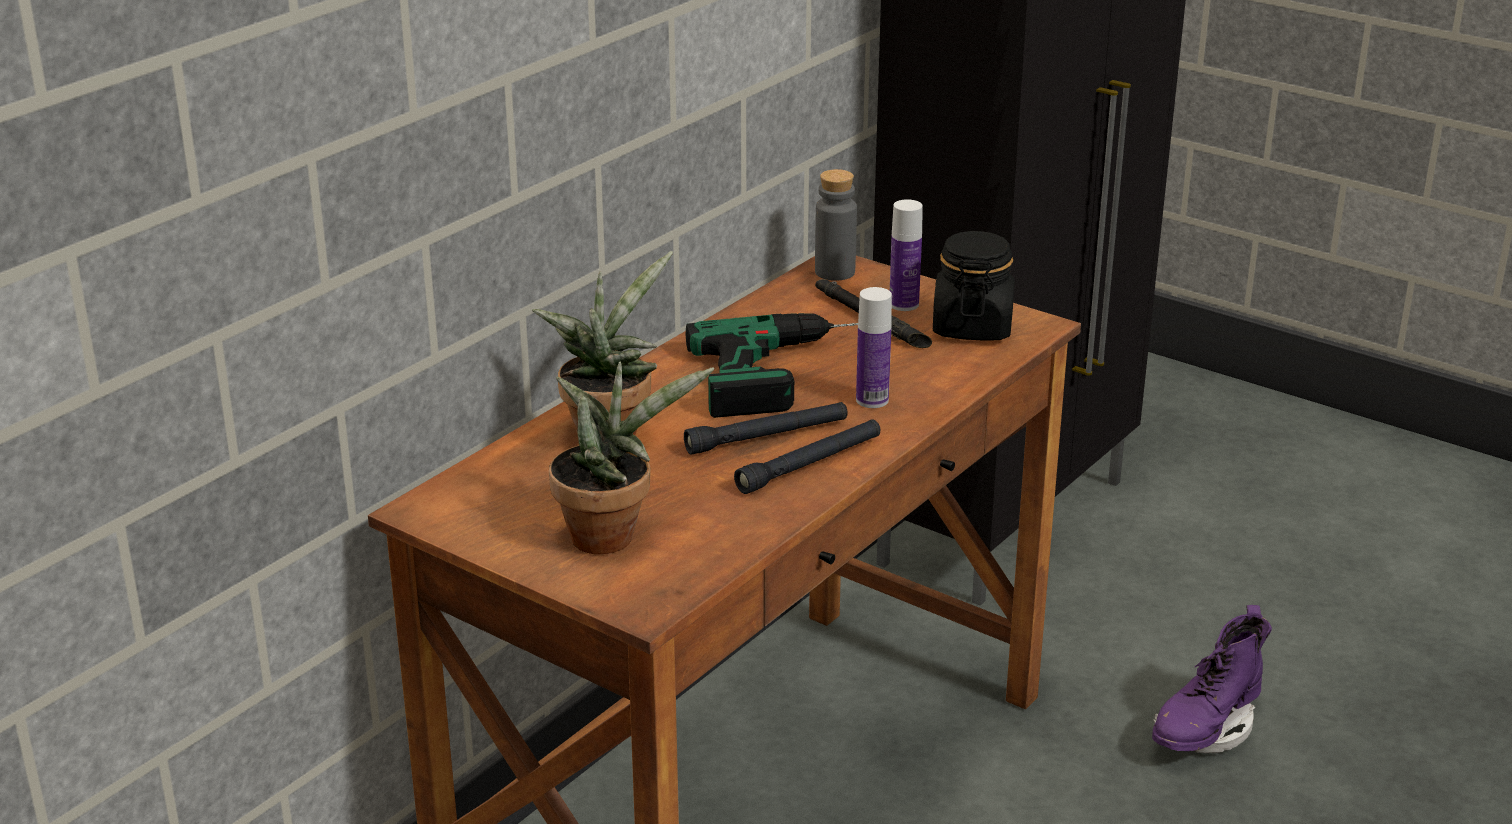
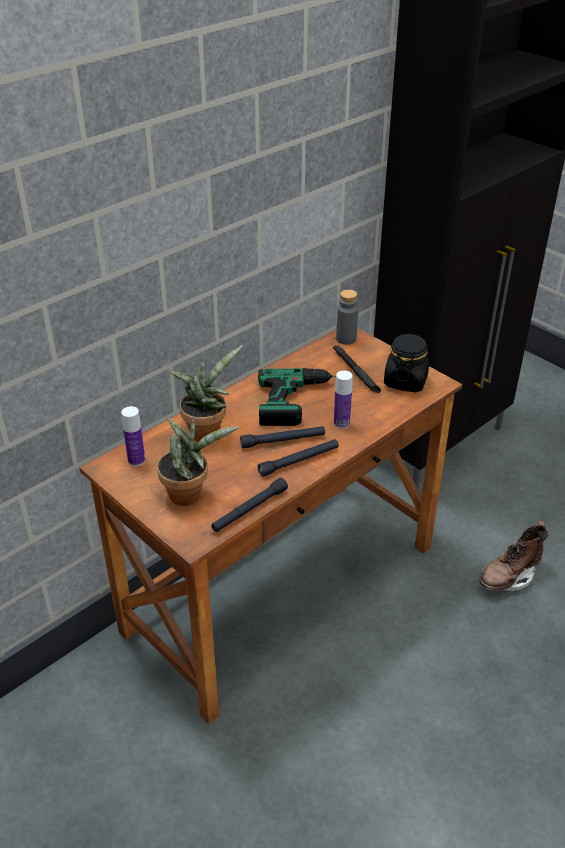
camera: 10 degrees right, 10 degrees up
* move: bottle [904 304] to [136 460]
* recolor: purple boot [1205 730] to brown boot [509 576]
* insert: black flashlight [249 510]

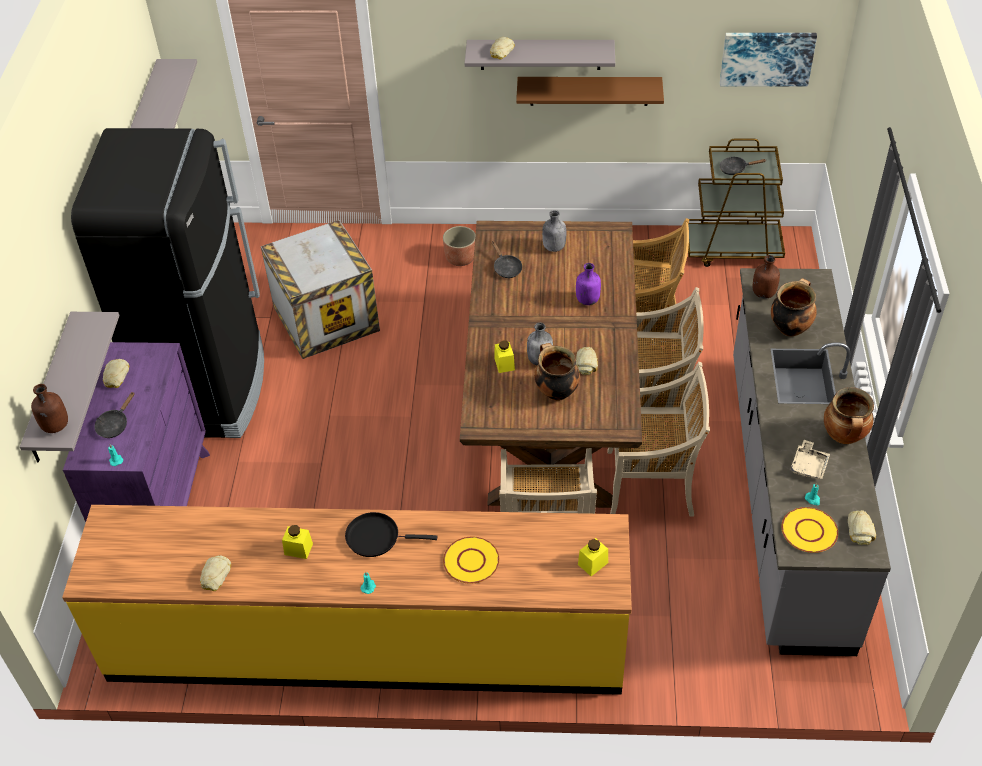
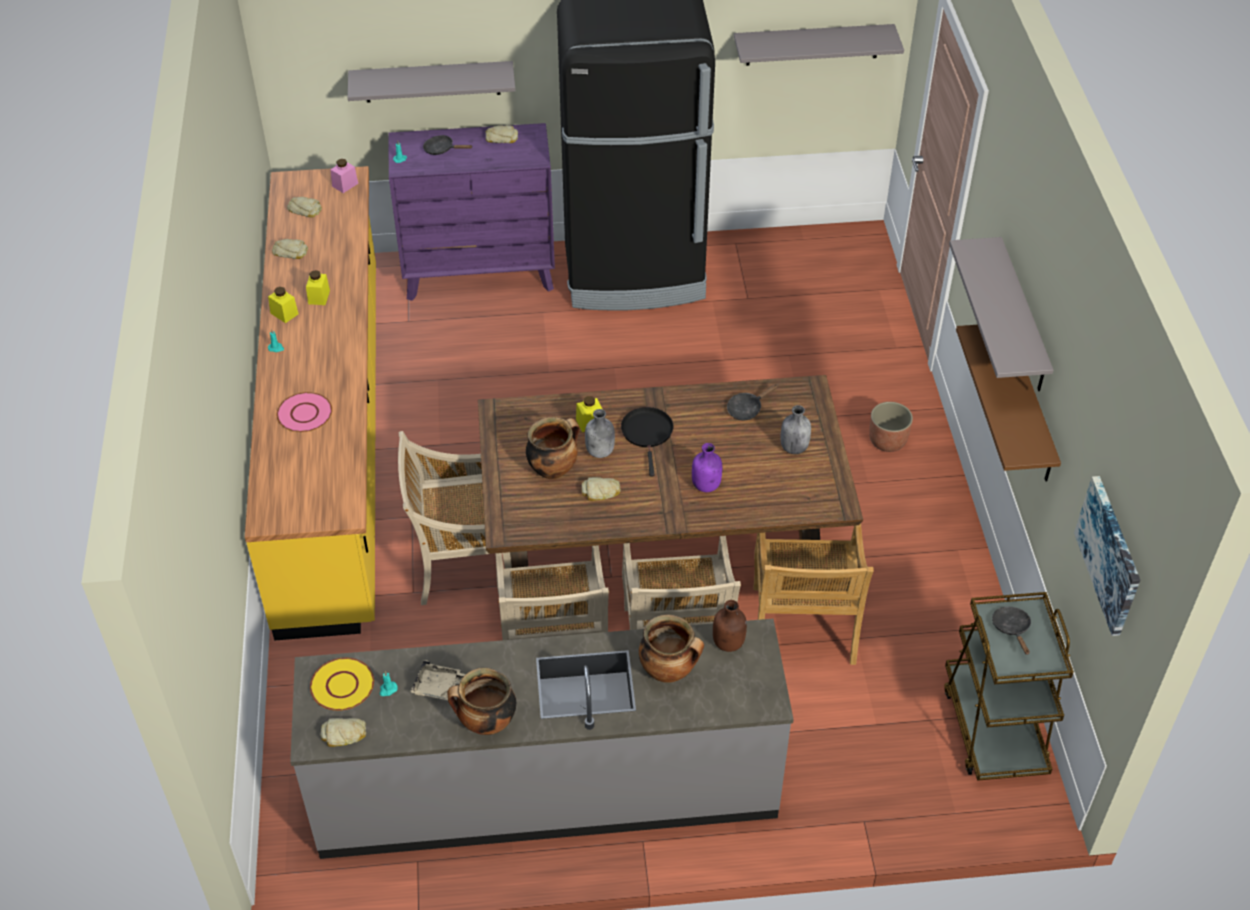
camera: 80 degrees right, 0 degrees up
* delete: brown bottle [55 426]
* delete: crate [327 318]
* move: black frying pan [376 537] to [647 433]
* recolor: yellow plate [471 560] to pink plate [305 413]
* move: bread [501 51] to [305 209]
* move: yellow jar [593 563] to [284 313]
* insert: pink jar [345 185]

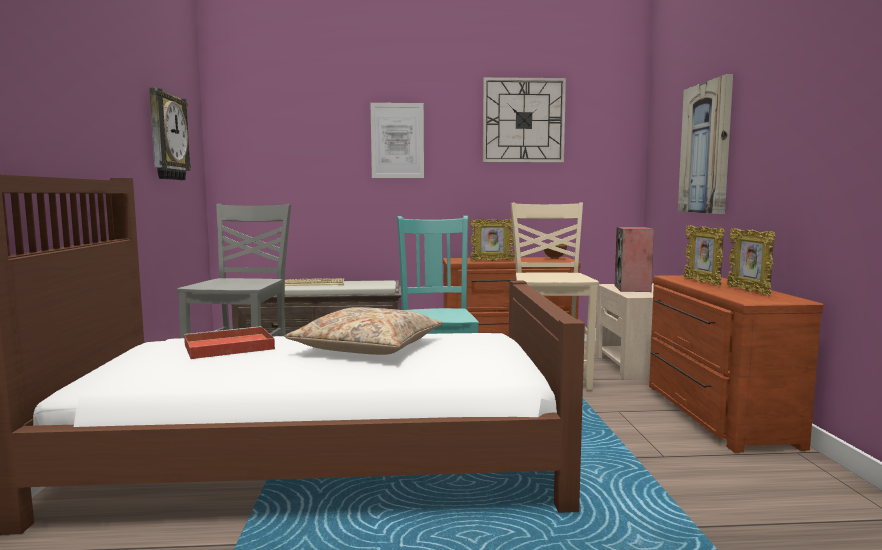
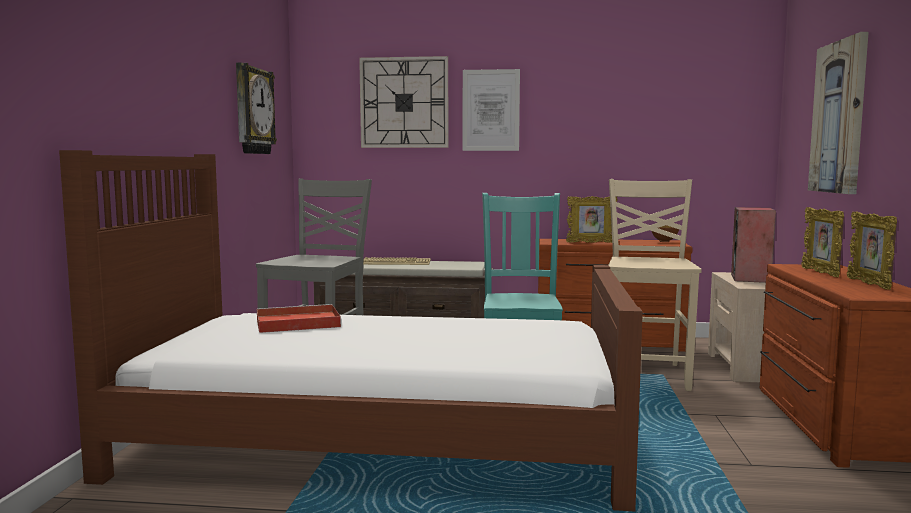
camera: 10 degrees right, 0 degrees up
* delete: beige pillow [368 347]
* move: wall clock [523 120] to [404 103]

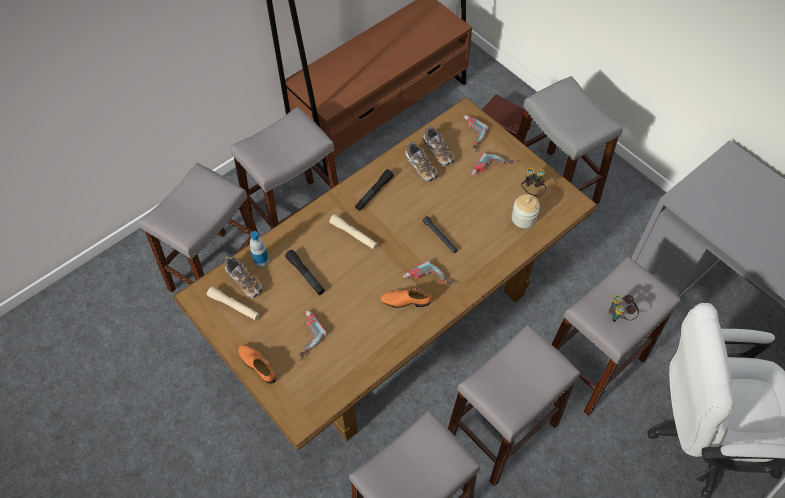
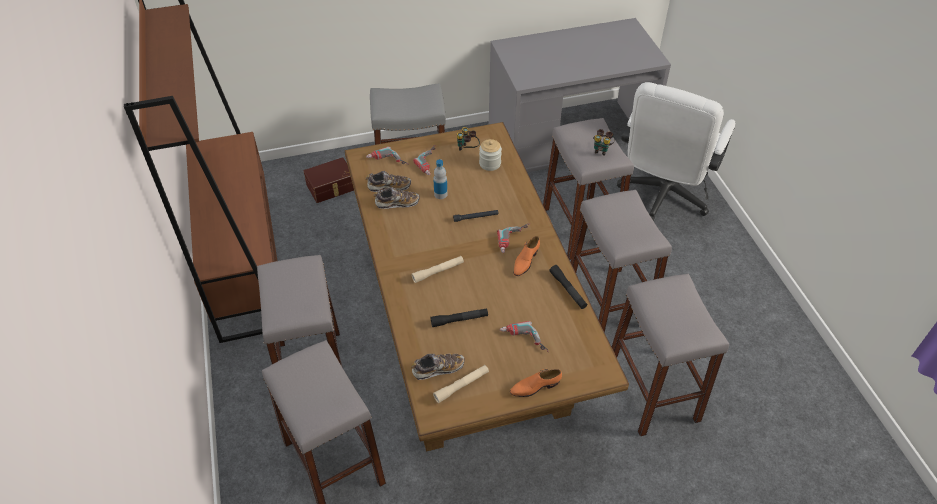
camera: 65 degrees left, 10 degrees down
* move: bottle [261 261] to [440 194]
* move: black flashlight [374 193] to [568 290]

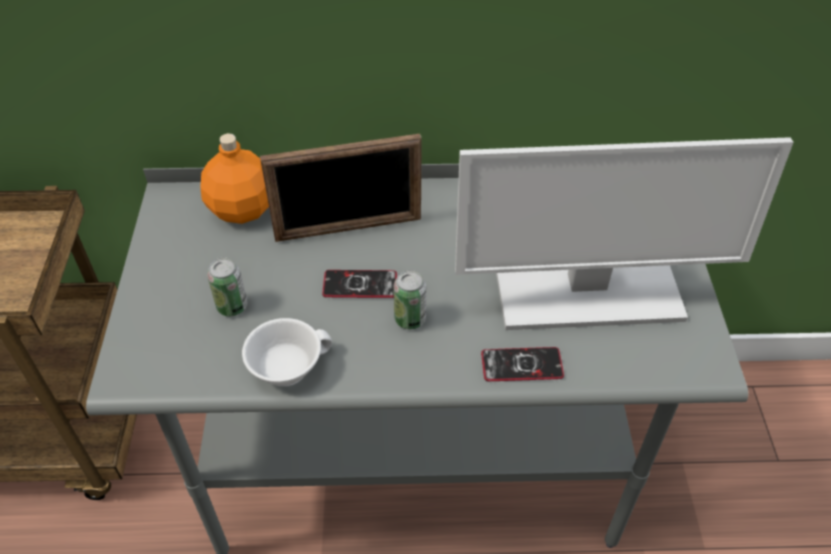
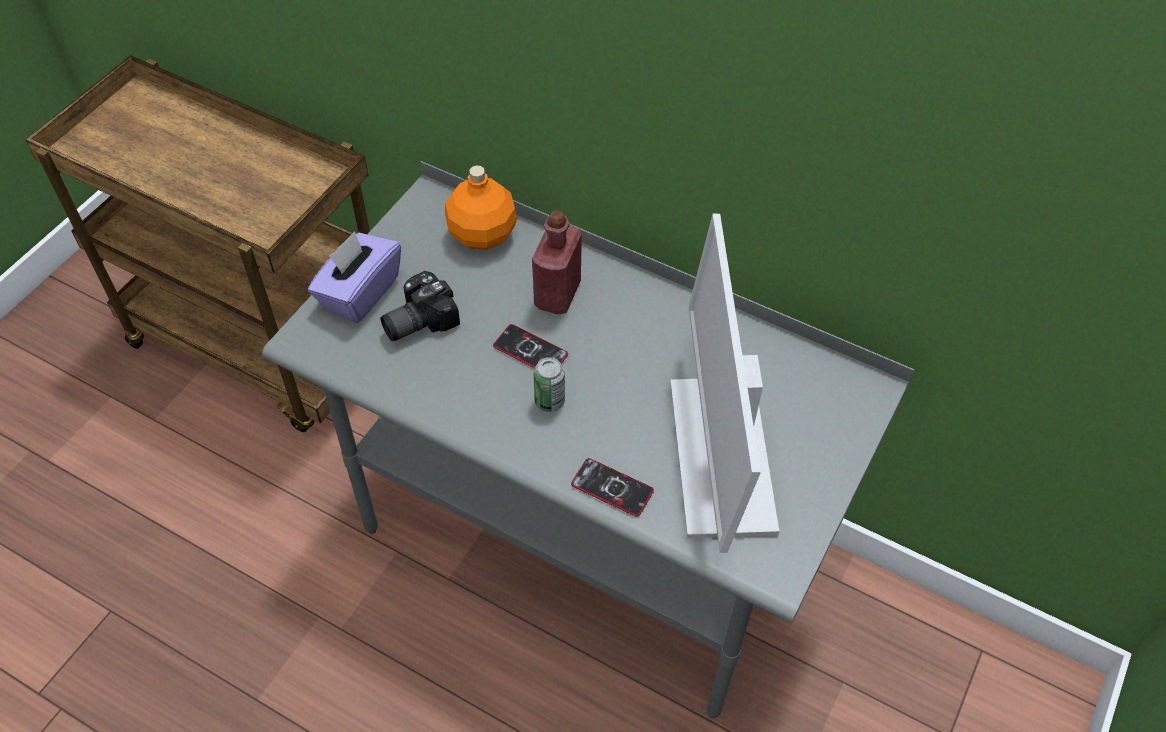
camera: 30 degrees right, 5 degrees up
* replace: can [232 306] to photo camera [416 320]
* delete: white cup [286 365]
* replace: picture frame [348 229] to red bottle [557 294]
* rotate: monitor [585 293] = [720 454] 60 degrees clockwise
* insert: purple tissue box [359 293]

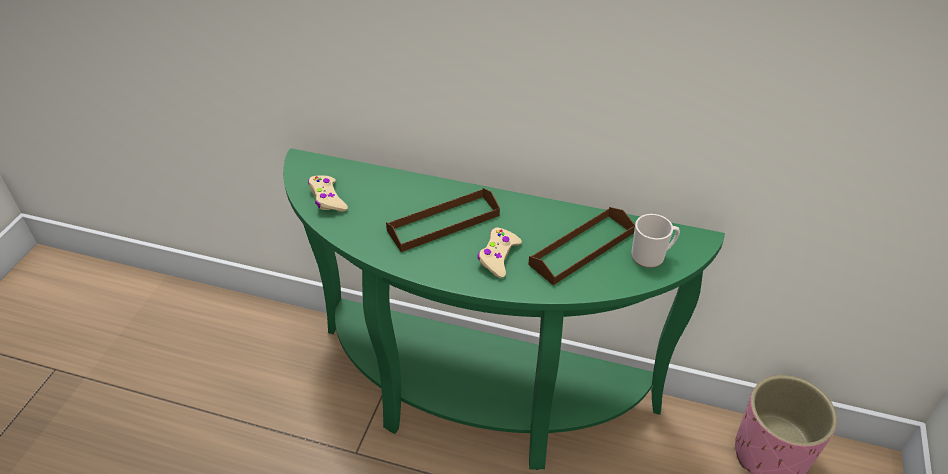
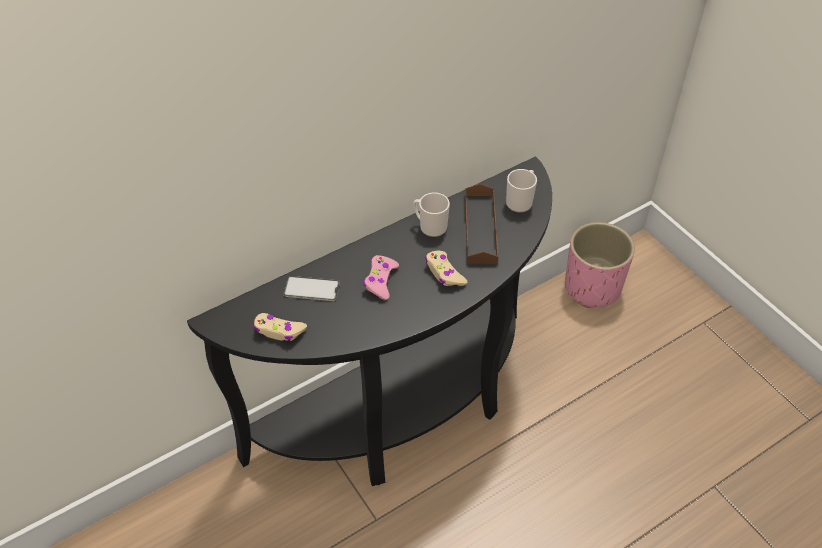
camera: 50 degrees left, 5 degrees up
* recolor: green console table [476 401] to black console table [406 412]
* replace: brown tray [443 223] to pink game controller [380 281]
* insert: phone [311 289]
* insert: mug [430 226]

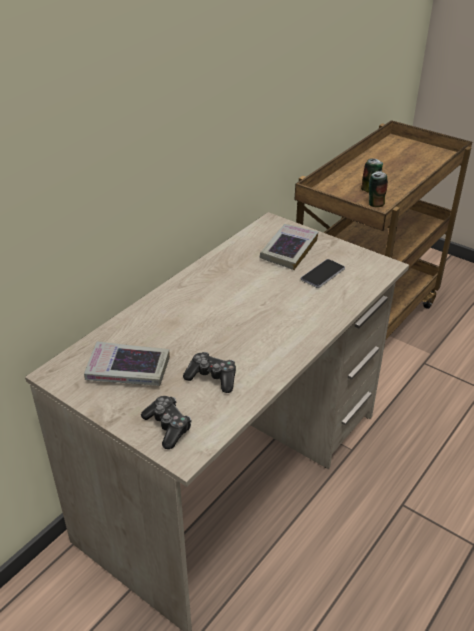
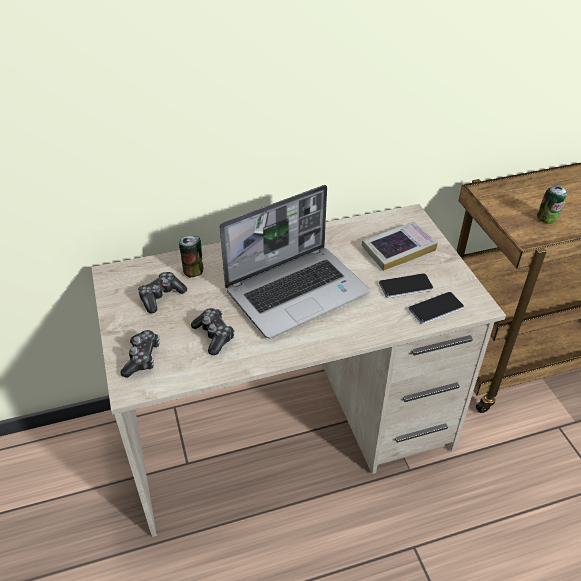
camera: 35 degrees right, 5 degrees up
* replace: book [128 370] to game controller [161 296]
* move: can [375 203] to [193 271]
* insert: laptop [297 291]
* insert: phone [435 308]

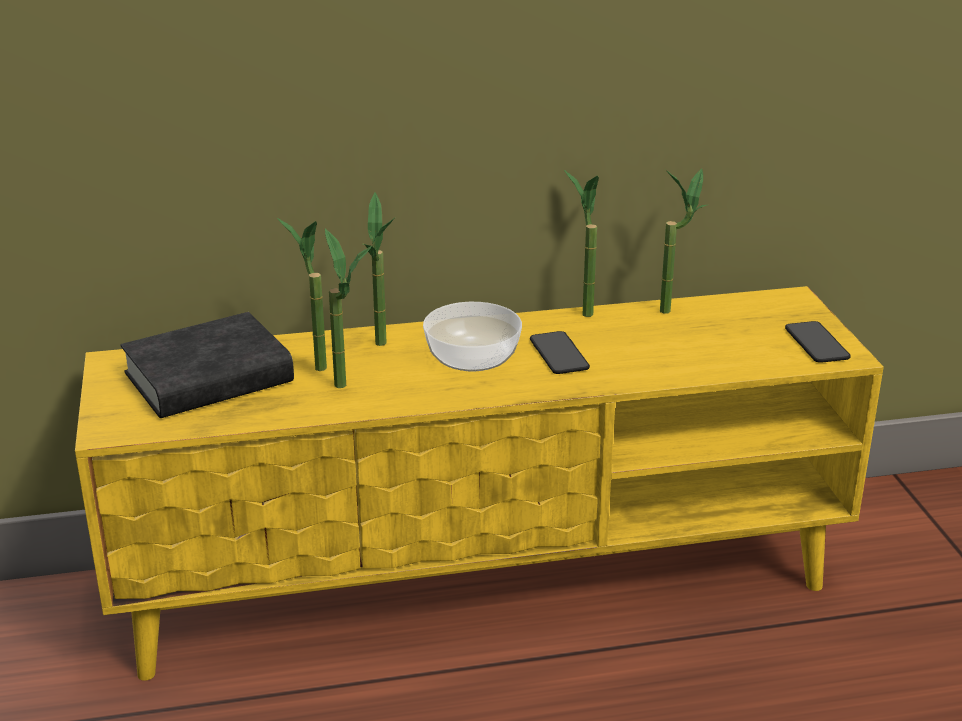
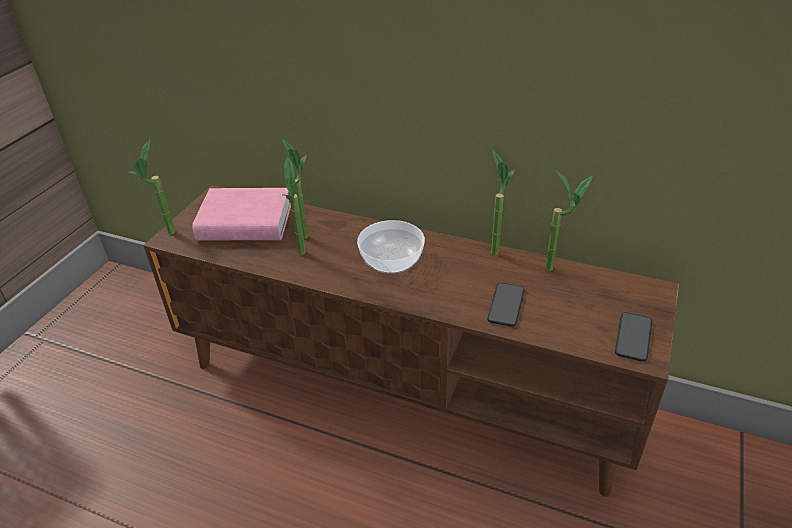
camera: 35 degrees right, 10 degrees up
* recolor: yellow tv stand [483 582] to brown tv stand [403 388]
* recolor: black book [209 378] to pink book [245 222]
* move: potted plant [384 348] to [167 236]
* move: phone [559 354] to [506 305]

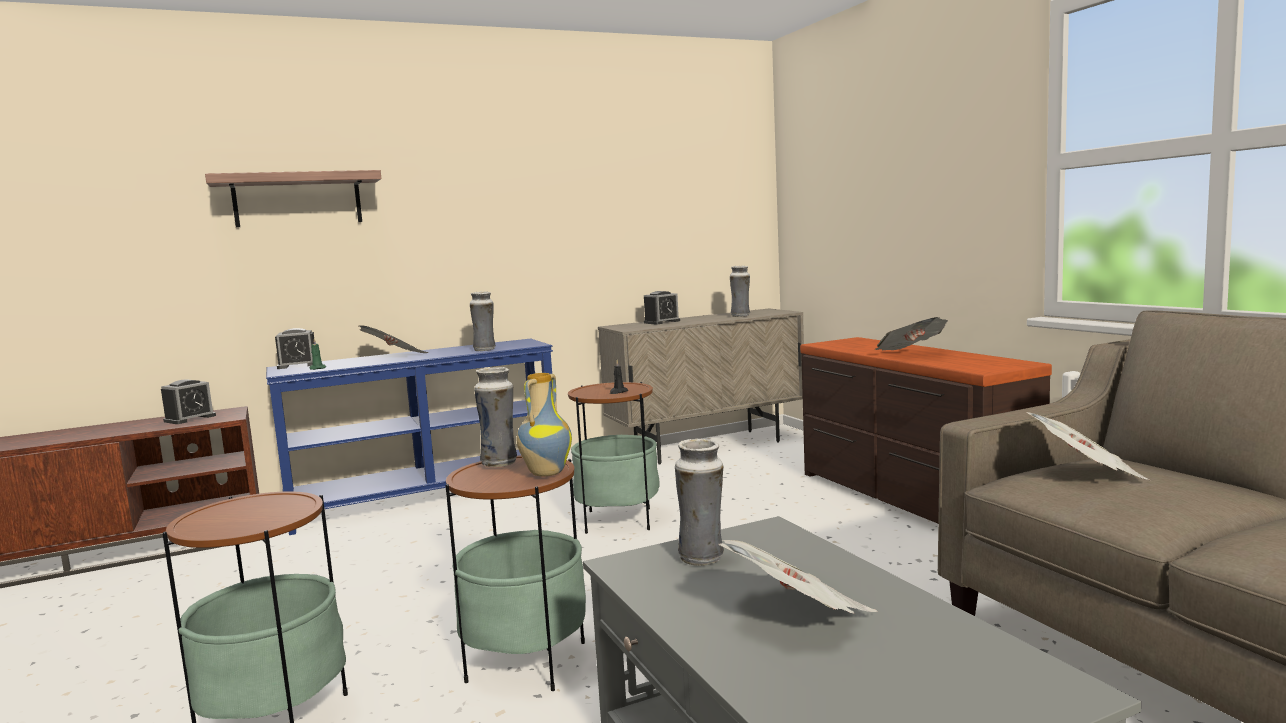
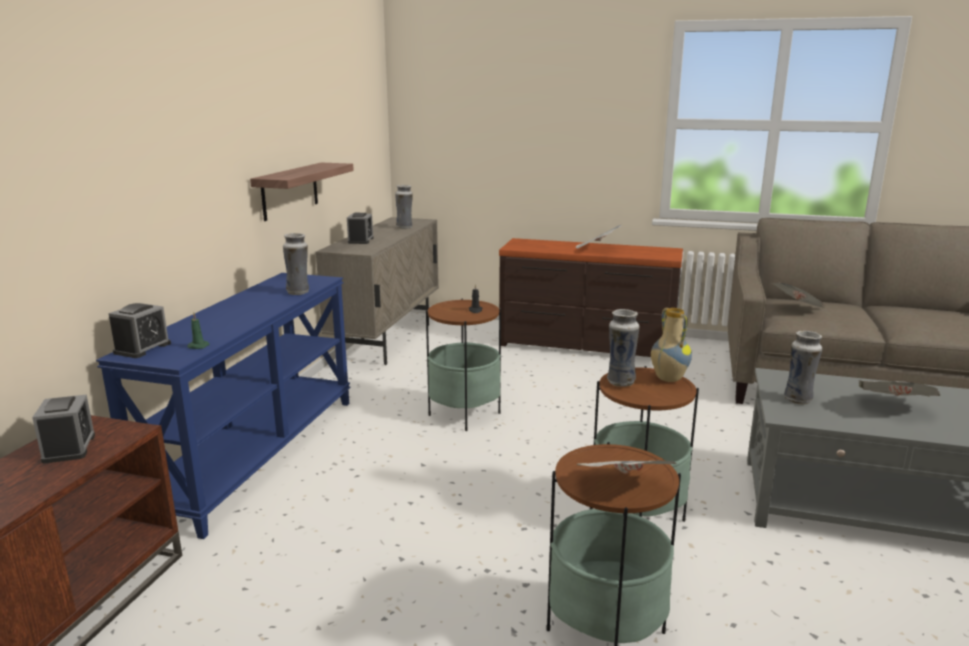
camera: 50 degrees left, 10 degrees up
* move: shelf [297 200] to [290 191]
* move: newspaper [395 357] to [623 488]

